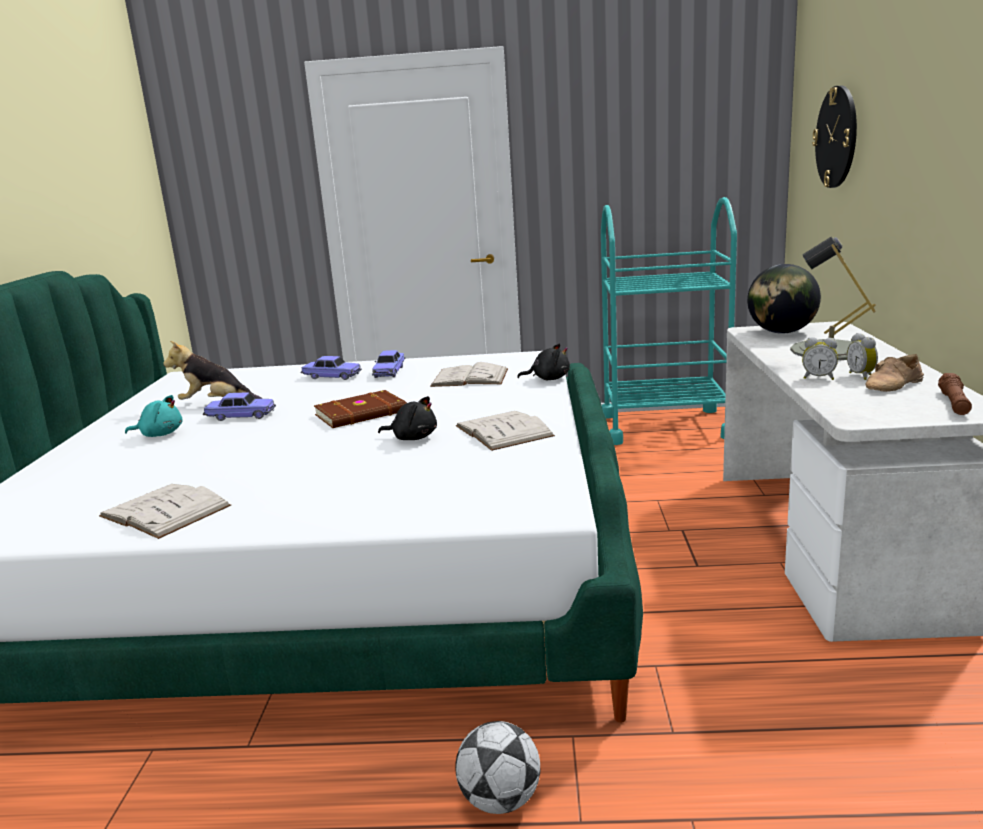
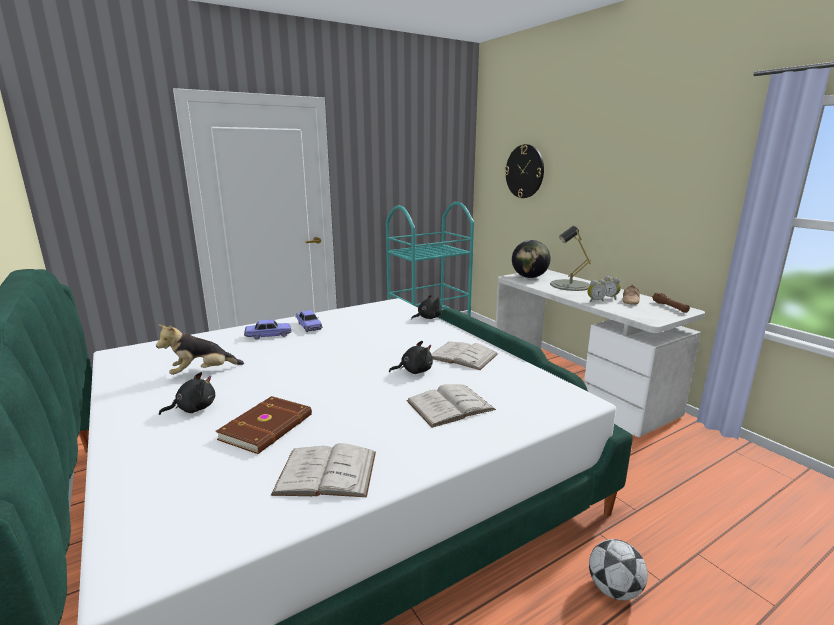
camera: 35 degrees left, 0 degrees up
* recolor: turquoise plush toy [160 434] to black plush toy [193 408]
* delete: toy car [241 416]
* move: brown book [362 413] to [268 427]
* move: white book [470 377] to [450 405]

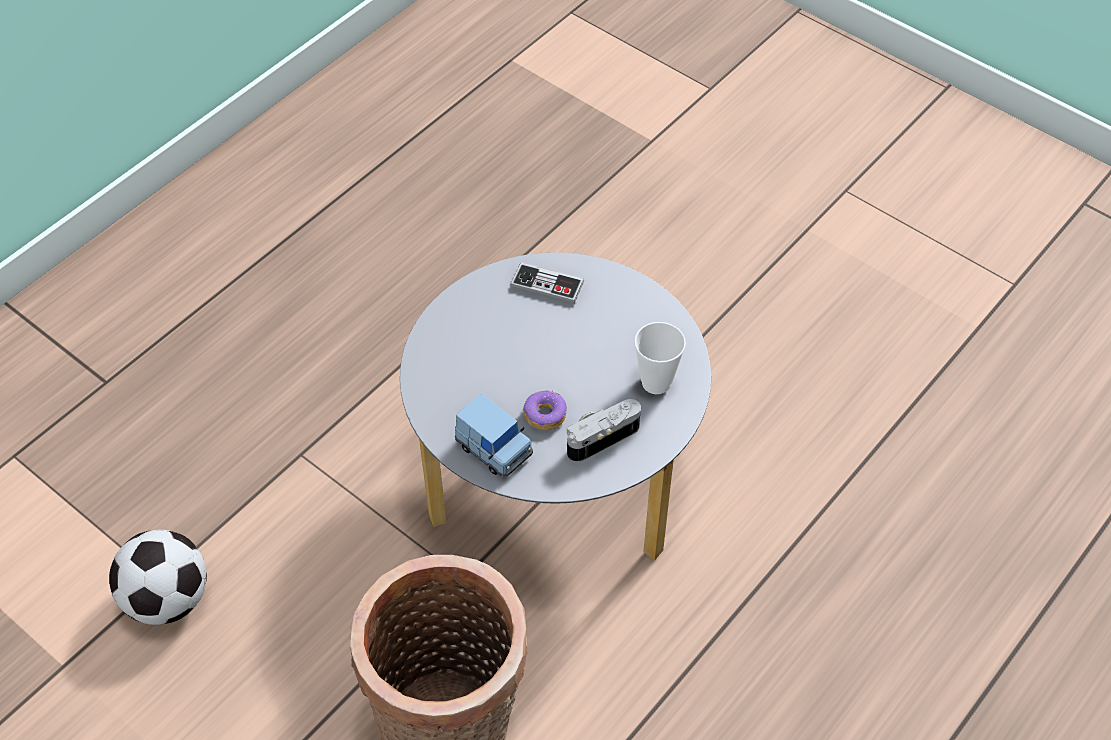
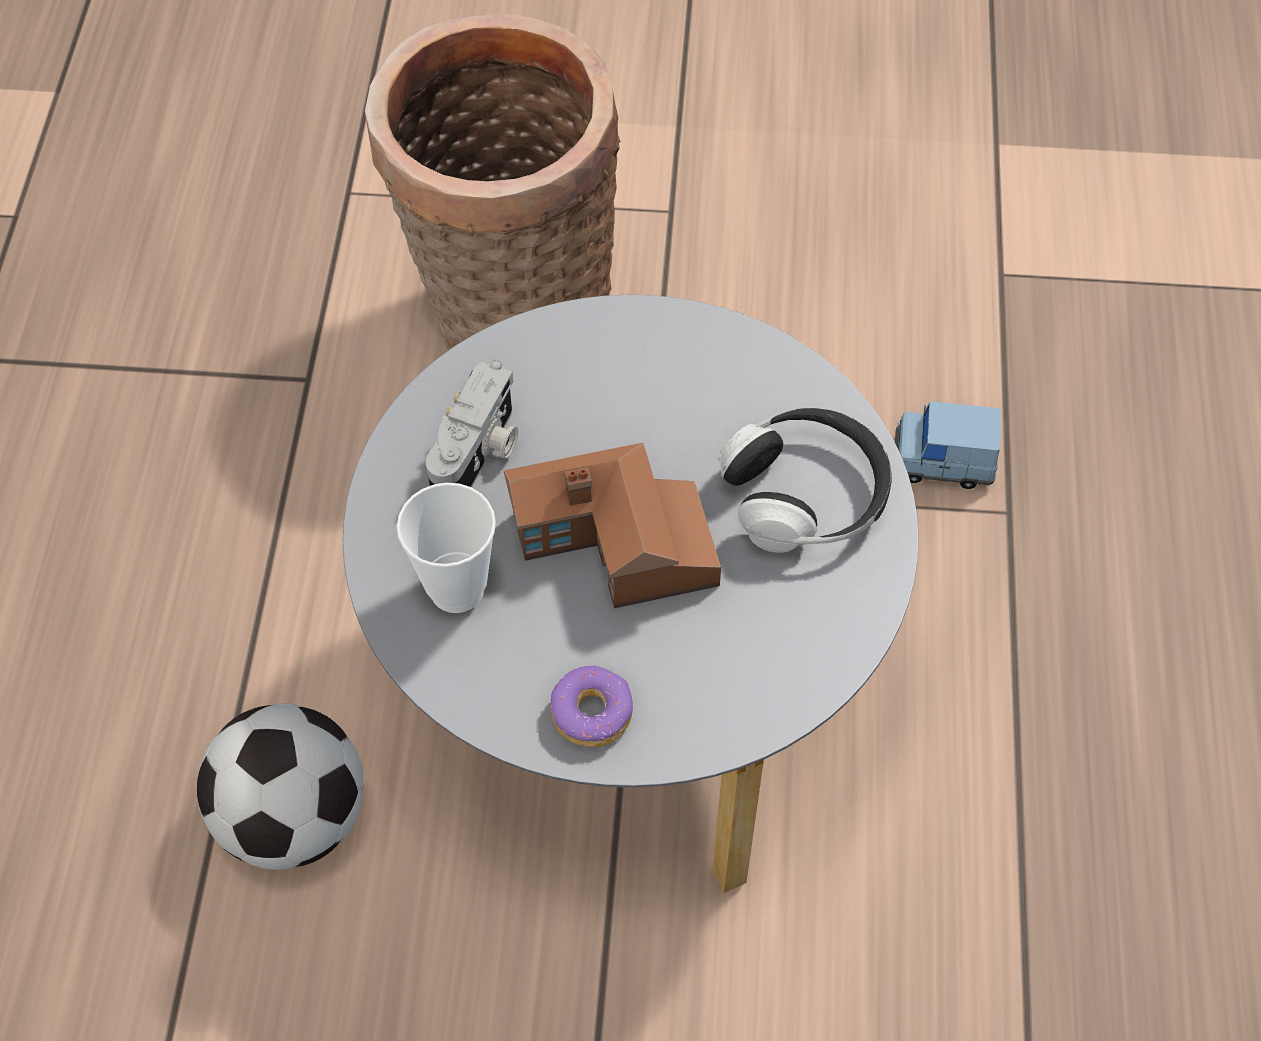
camera: 145 degrees right, 5 degrees up
* move: football [167 599] to [294 817]
* move: blue toy car [494 449] to [943 461]
* delete: game controller [547 285]
* move: donut [544 415] to [592 713]
* insert: toy house [615 546]
* insert: headphones [805 495]

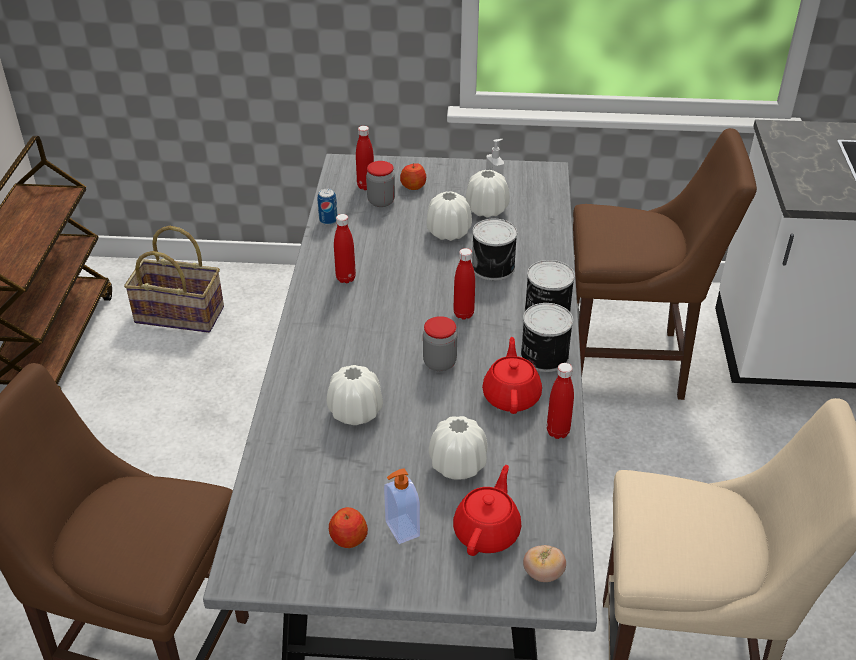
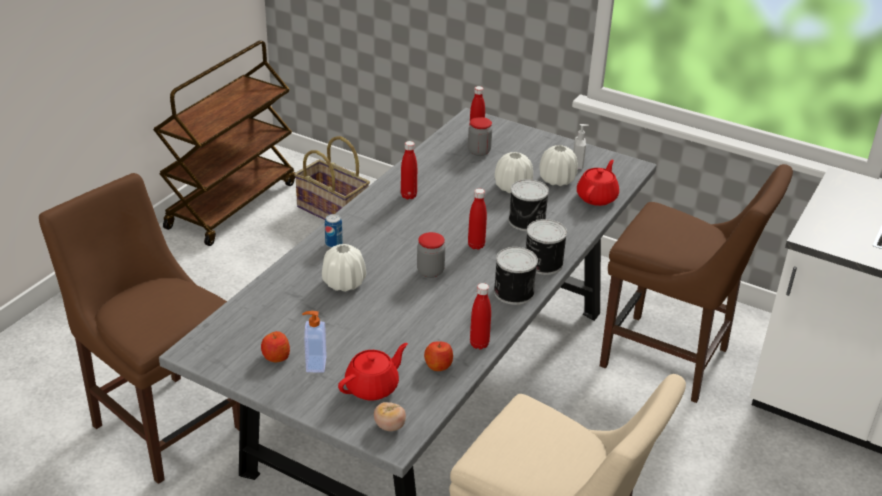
camera: 25 degrees right, 5 degrees down
* move: can [328 220] to [334 244]
* move: apple [413 186] to [438 365]
* delete: white vase [457 465]
* move: red teapot [511 396] to [597 197]

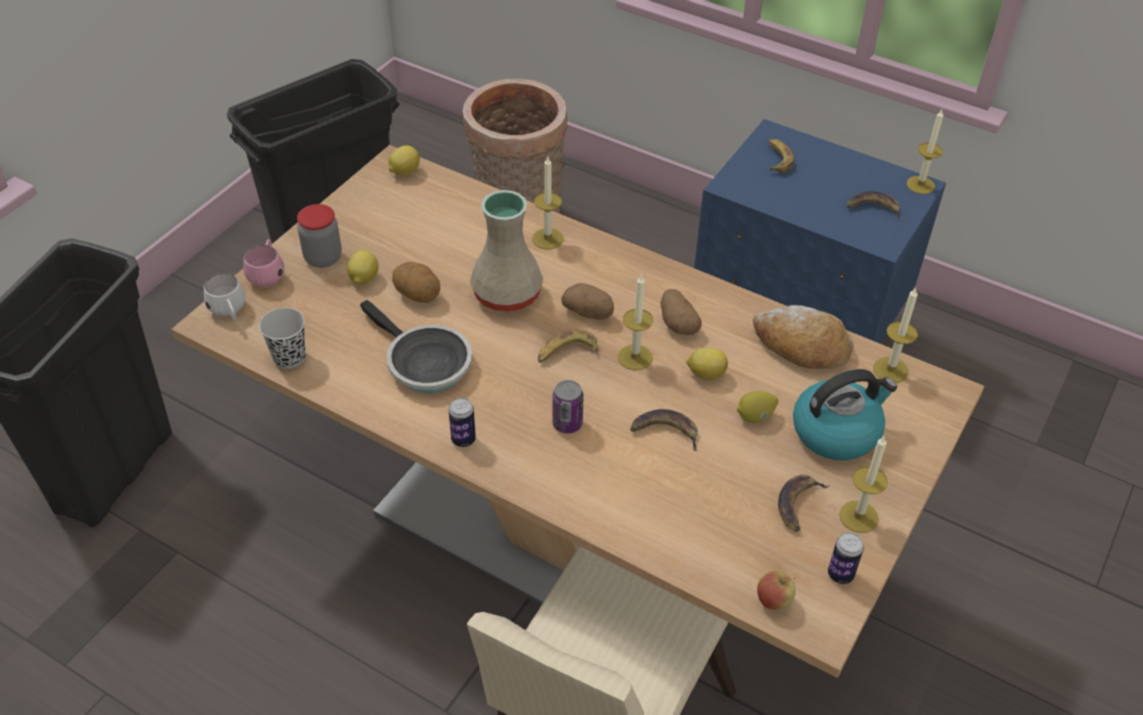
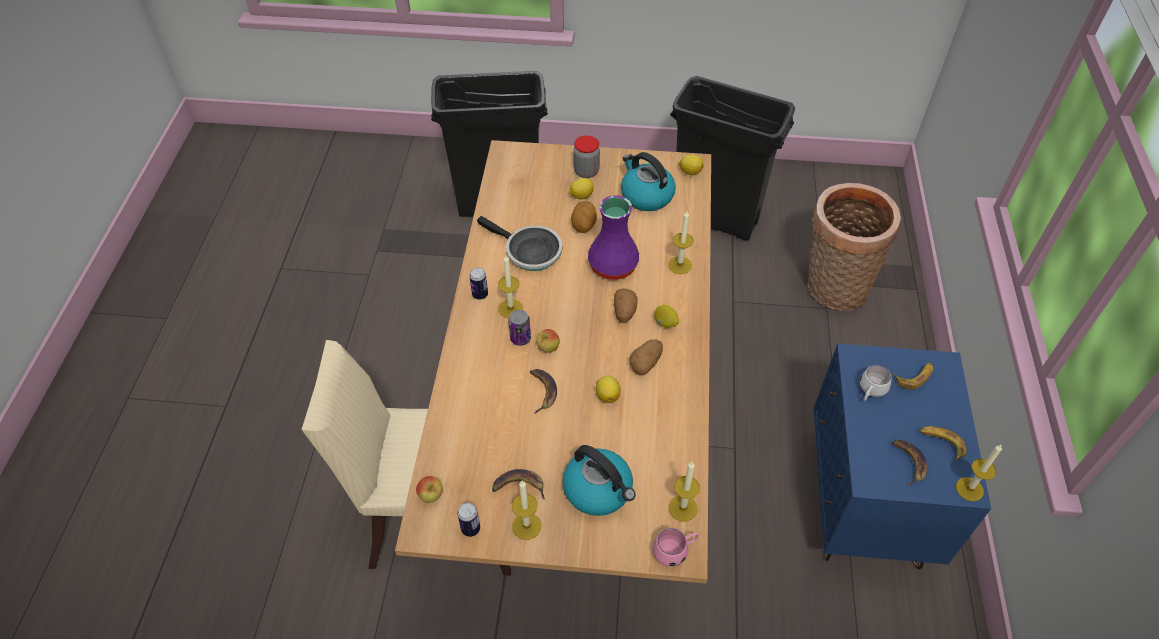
camera: 65 degrees right, 5 degrees up
* move: white mug [230 313] to [870 392]
* move: pink mug [268 275] to [675 551]
* delete: black cup [289 357]
* rotate: frying pan [424 363] = [529 252] 75 degrees counterclockwise
* recolor: beige vase [507 296] to purple vase [612 266]
* move: banana [566 353] to [941 443]
* move: candle [635 357] to [510 308]
* move: lemon [755 417] to [665 323]
* delete: bread [801 346]
* insert: apple [548 348]
* insert: kettle [646 195]

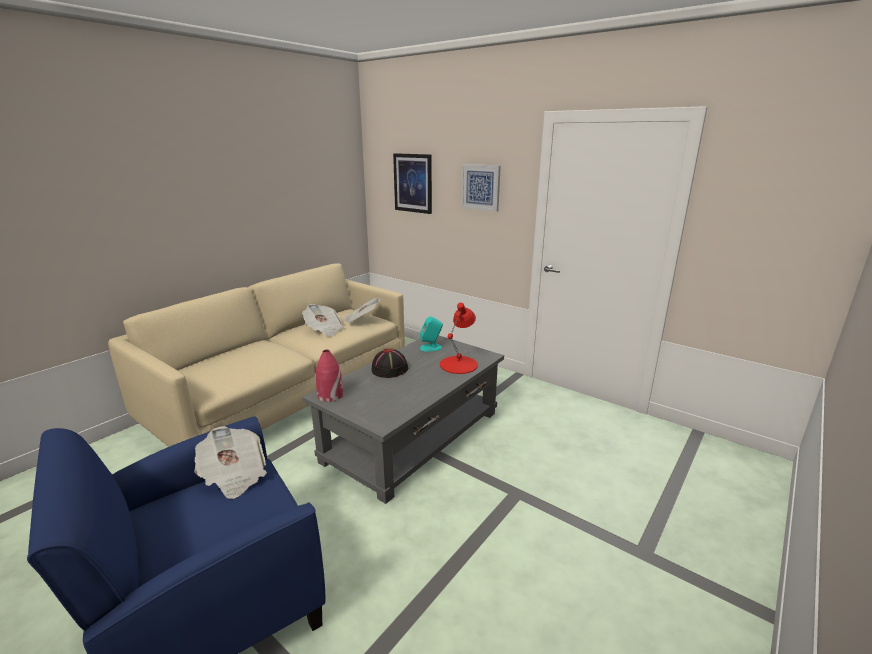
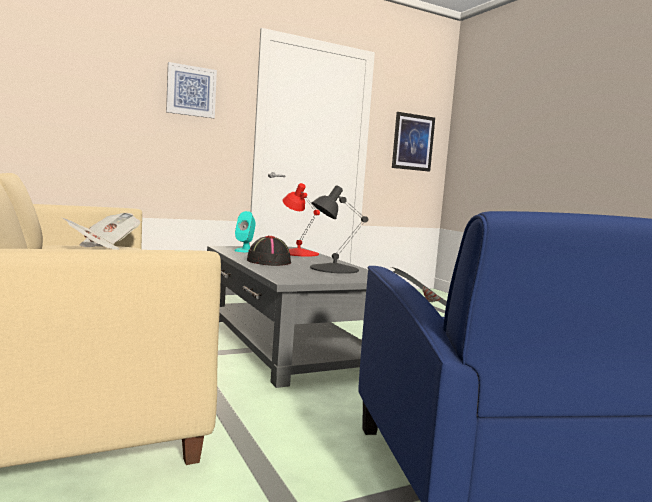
camera: 65 degrees left, 15 degrees down
* delete: red vase [330 395]
* move: picture [413 183] to [413 142]
* insert: black table lamp [333 269]

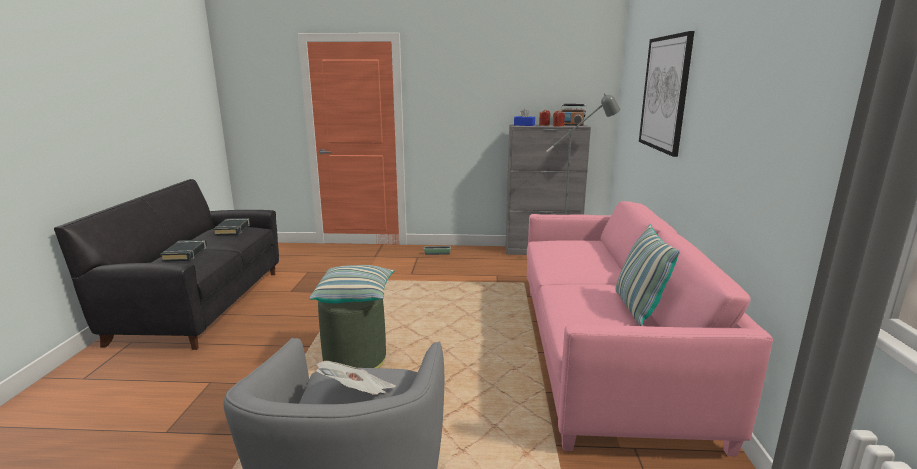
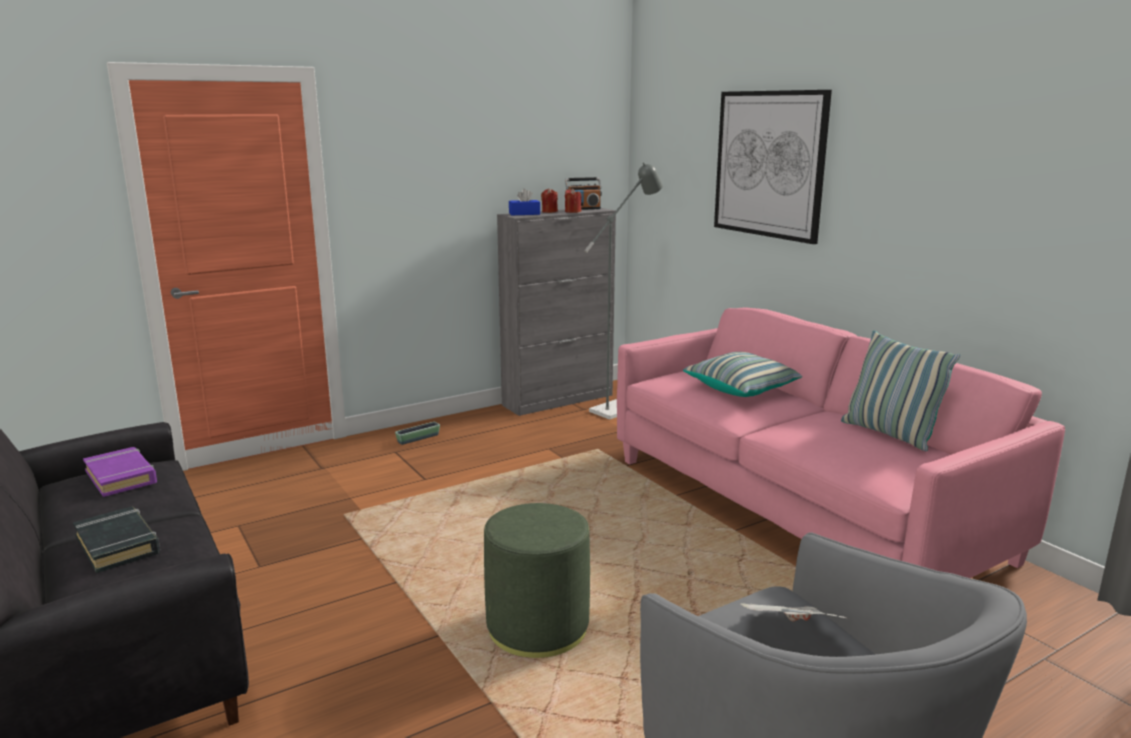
camera: 35 degrees left, 0 degrees up
* recolor: black book [233 229] to purple book [121 477]
* move: pillow [355 296] to [742 388]

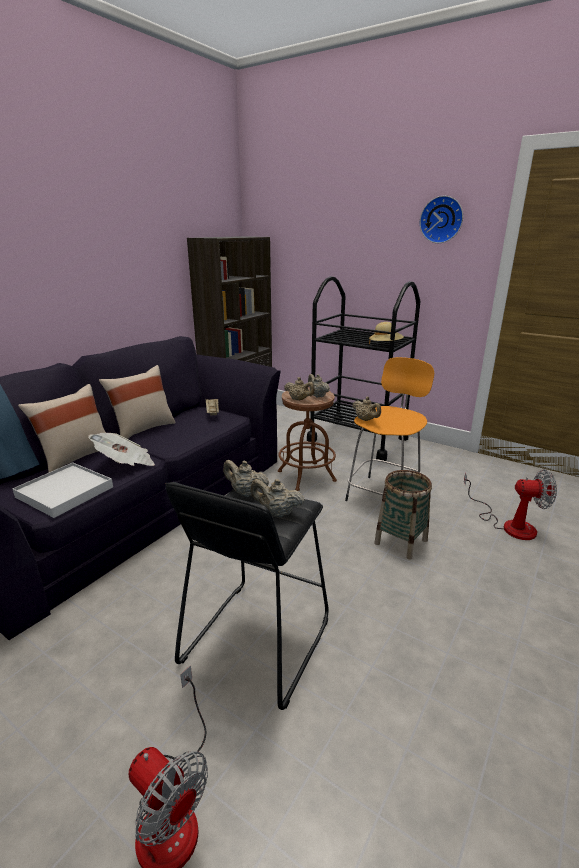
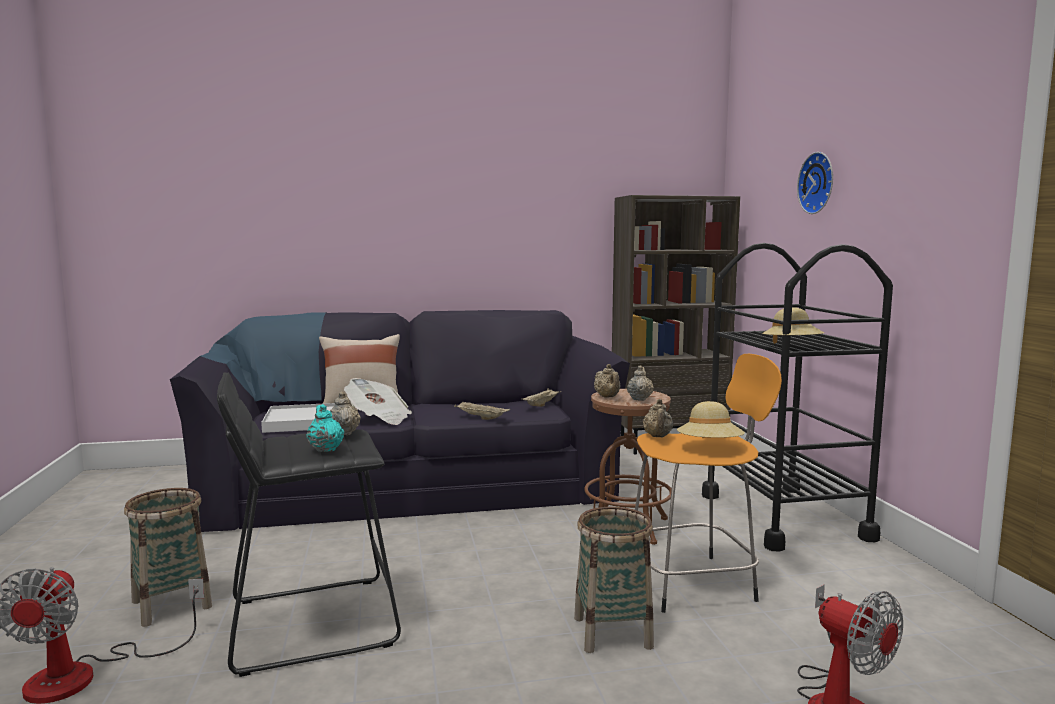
camera: 45 degrees right, 15 degrees down
* delete: beige pillow [143 429]
* recolor: beige teapot [276 513] to turquoise teapot [325 449]
* move: wall clock [442 219] to [819 183]
* insert: basket [171 604]
* insert: beige tray [480 418]
* insert: beige hat [710 447]

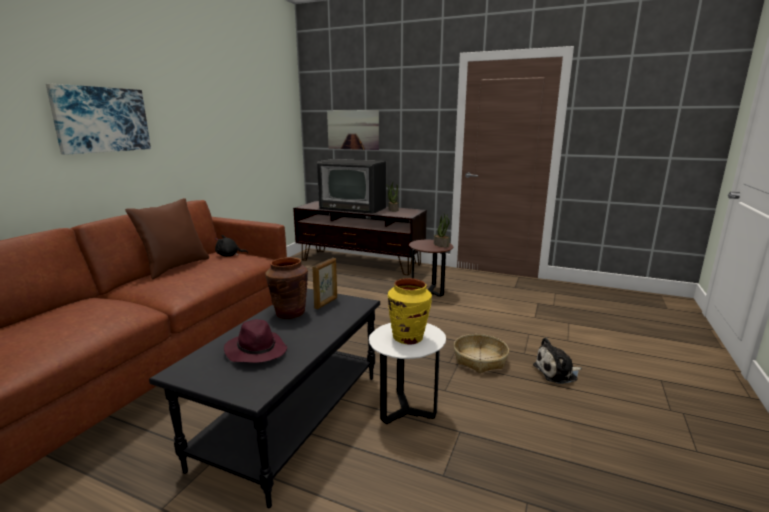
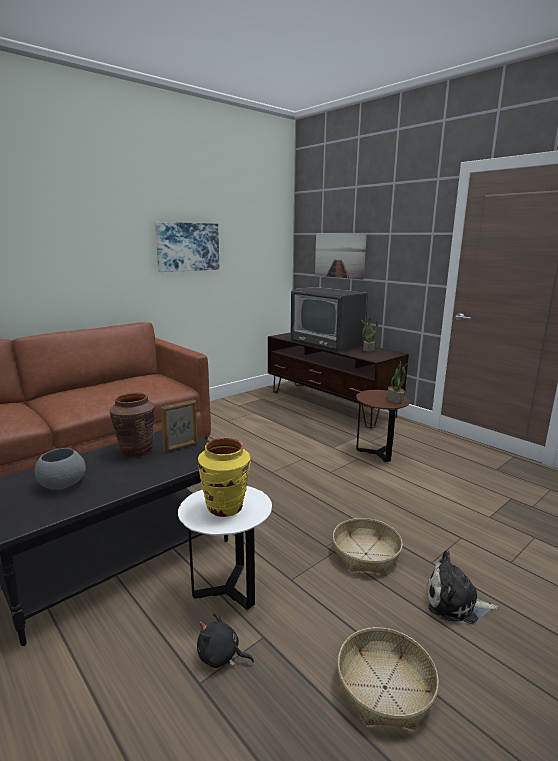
camera: 25 degrees right, 0 degrees up
* move: picture [101 119] to [187 247]
* delete: brown pillow [175 267]
* move: black plush toy [229 255] to [221 656]
* replace: purple hat [256 351] to grey bowl [62 484]
* insert: basket [385 687]

